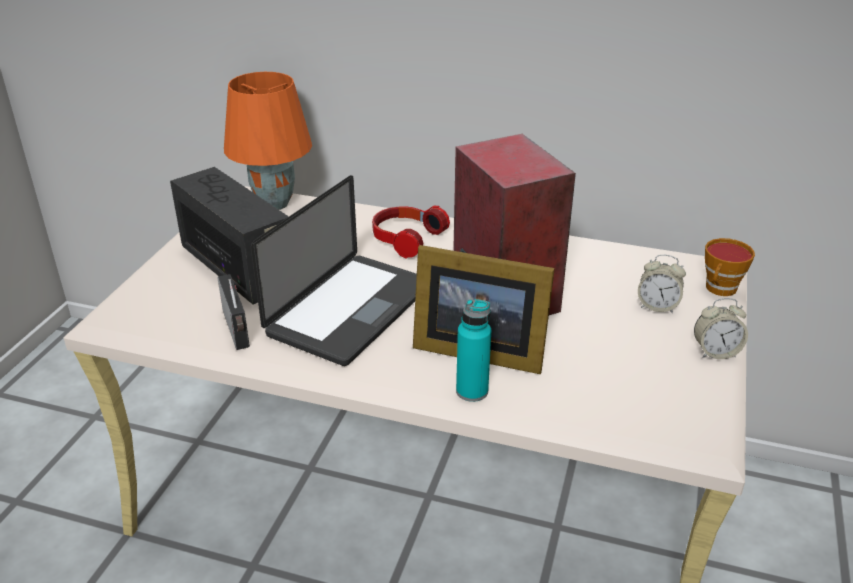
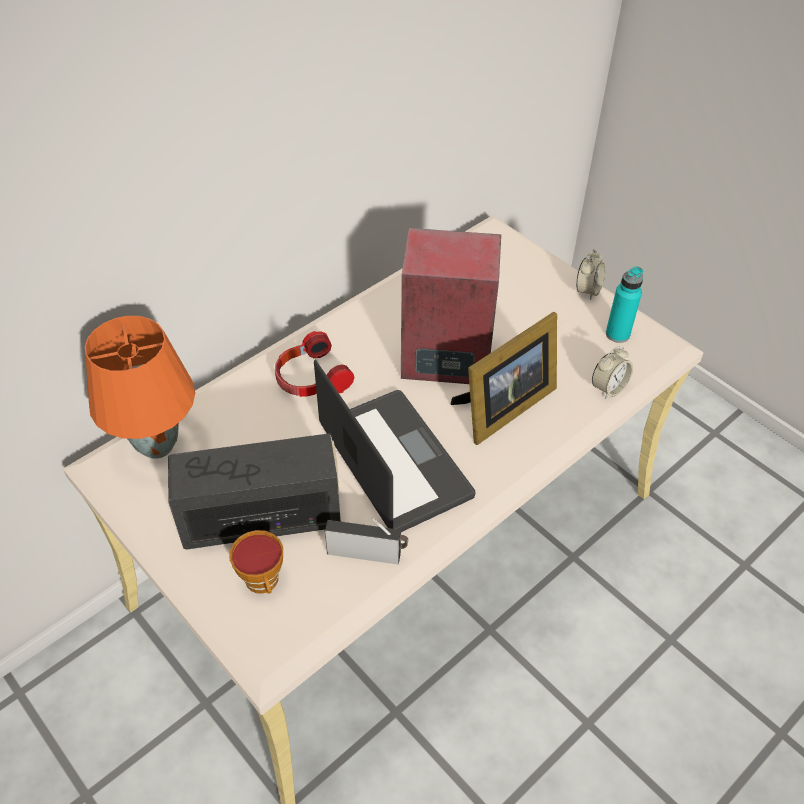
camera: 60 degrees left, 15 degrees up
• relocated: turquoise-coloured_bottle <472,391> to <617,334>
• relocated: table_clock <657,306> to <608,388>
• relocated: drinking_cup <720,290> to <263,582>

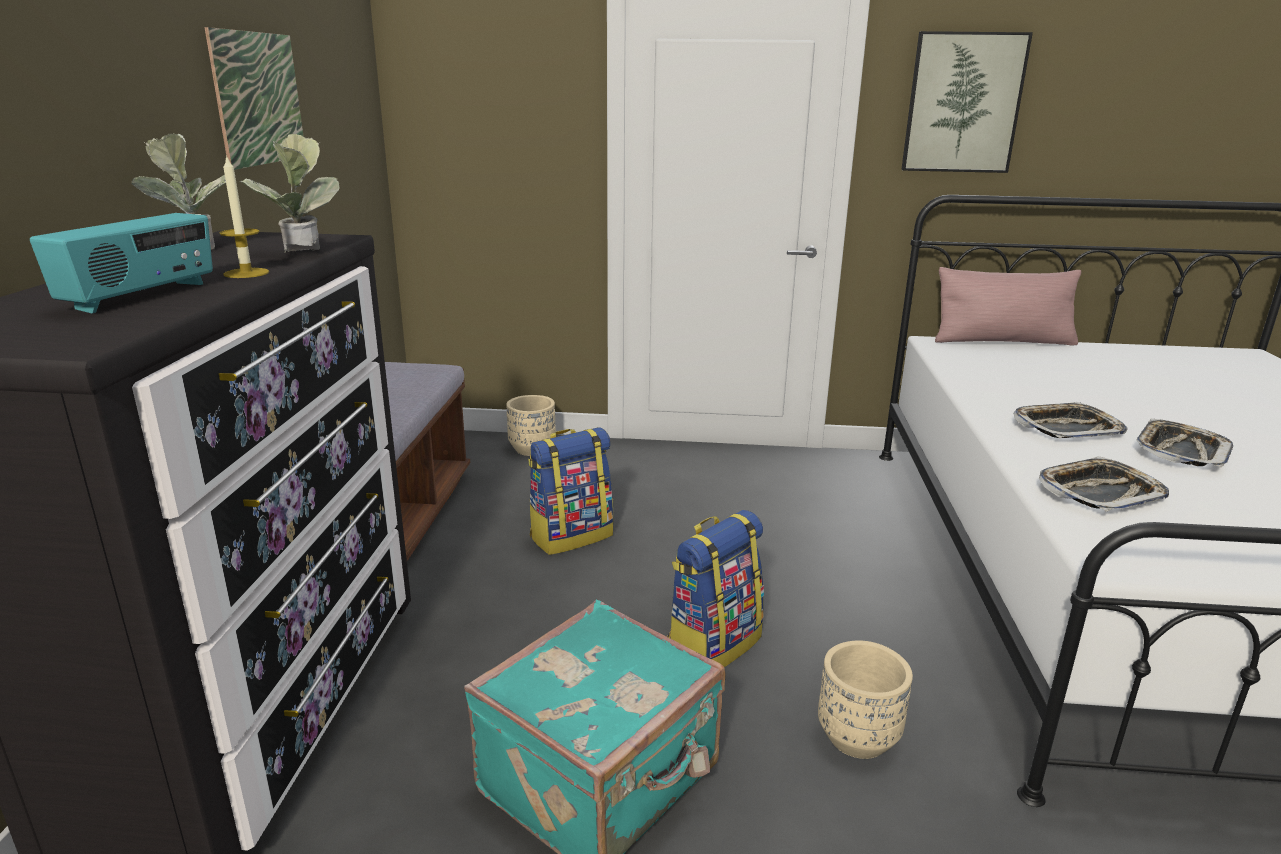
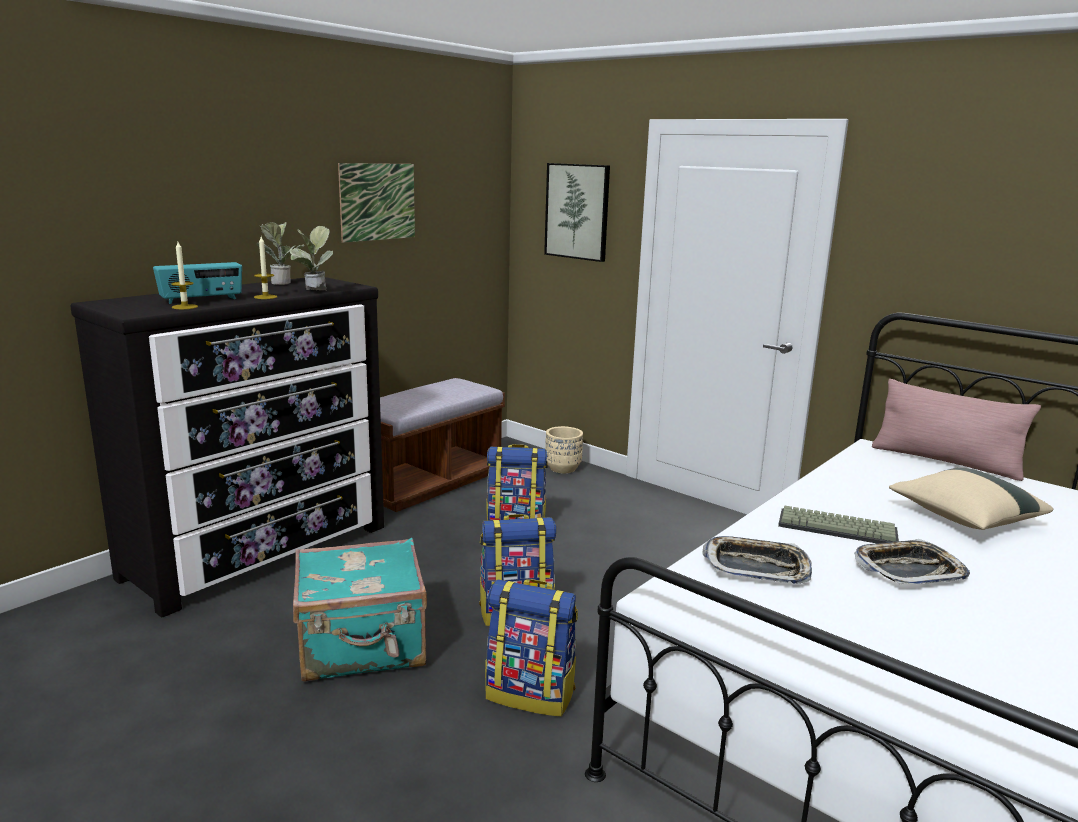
camera: 35 degrees right, 5 degrees down
• exchanged: sand-coloured_flower_pot <857,737> to knapsack <531,694>
• relocated: picture <963,103> to <577,211>
• exchanged: carrying_tray <1067,428> to keyboard <838,527>
• appeared: candle <184,307>
• appeared: sand-coloured_throw_pillow <964,518>

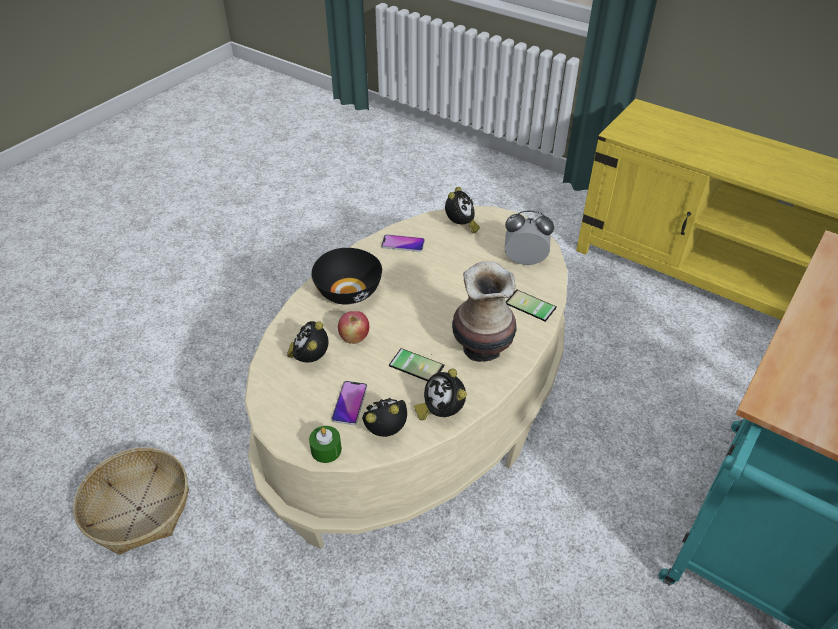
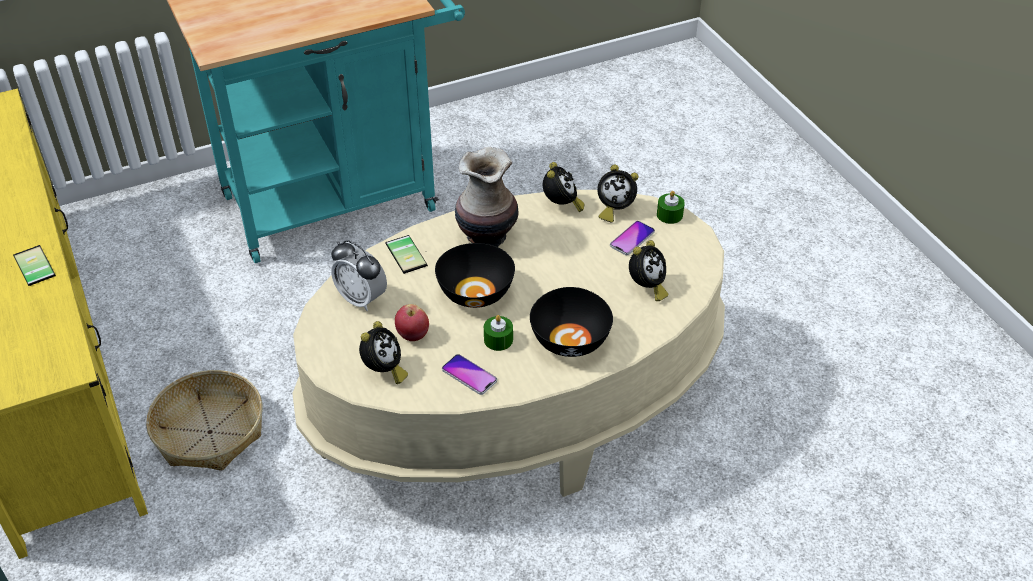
camera: 150 degrees left, 0 degrees up
• relocated: household_basket <138,509> to <210,432>
• relocated: apple <354,338> to <413,335>
• relocated: telephone <417,364> to <31,267>
• spun: table_clock <460,226> = <384,371> 150 degrees clockwise
• appeared: black_serving_bowl <476,292>
• appeared: green-coloured_candle <498,340>

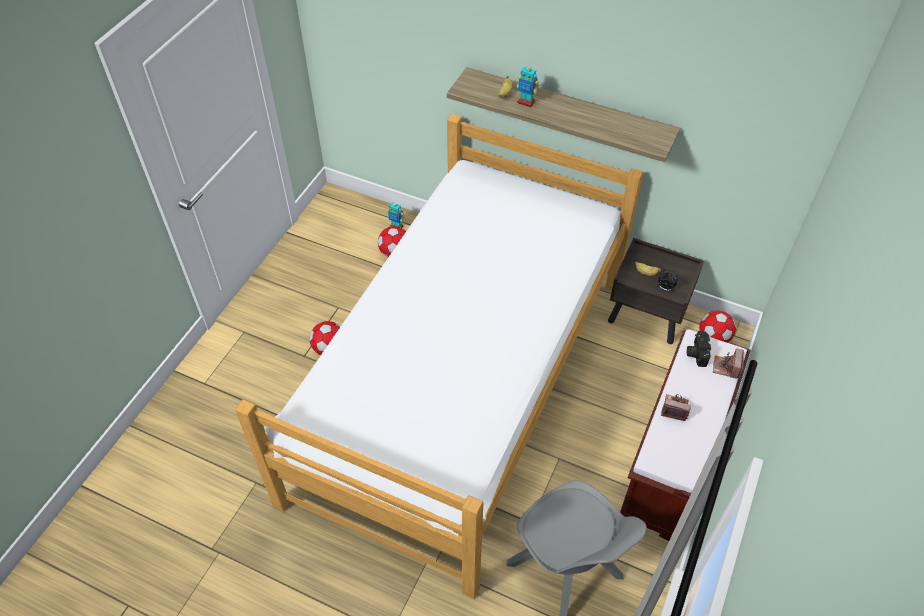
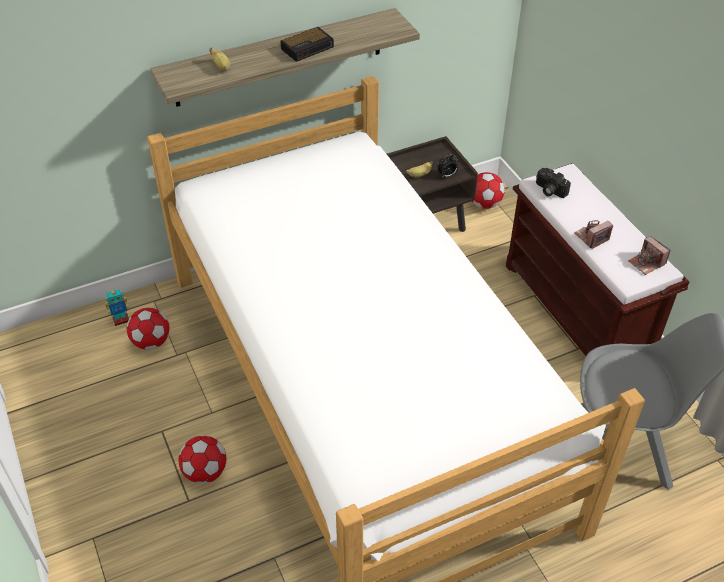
camera: 50 degrees left, 5 degrees down
• missing: model_robot <526,102>
• relocated: still_camera <726,367> to <646,263>
• appeared: table_clock <308,47>

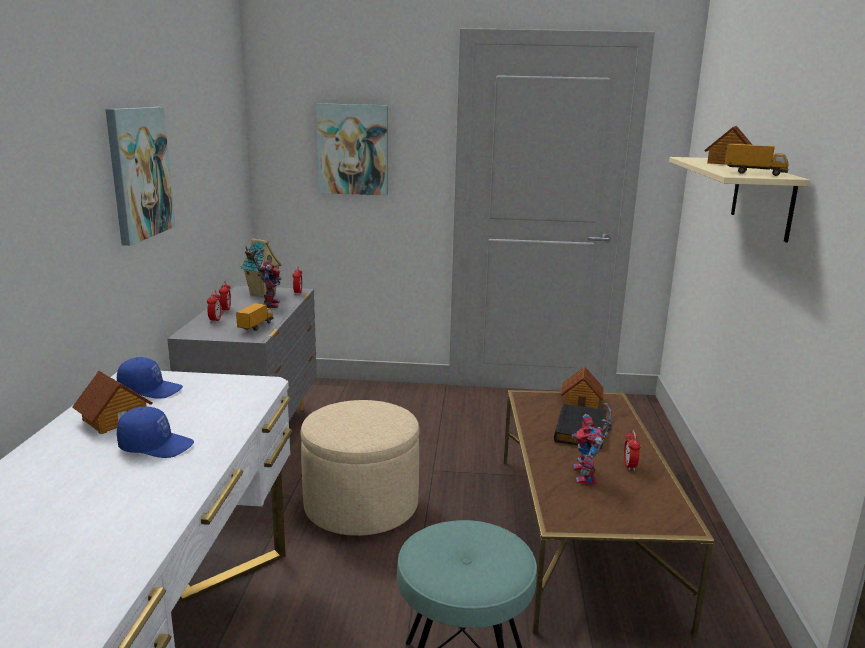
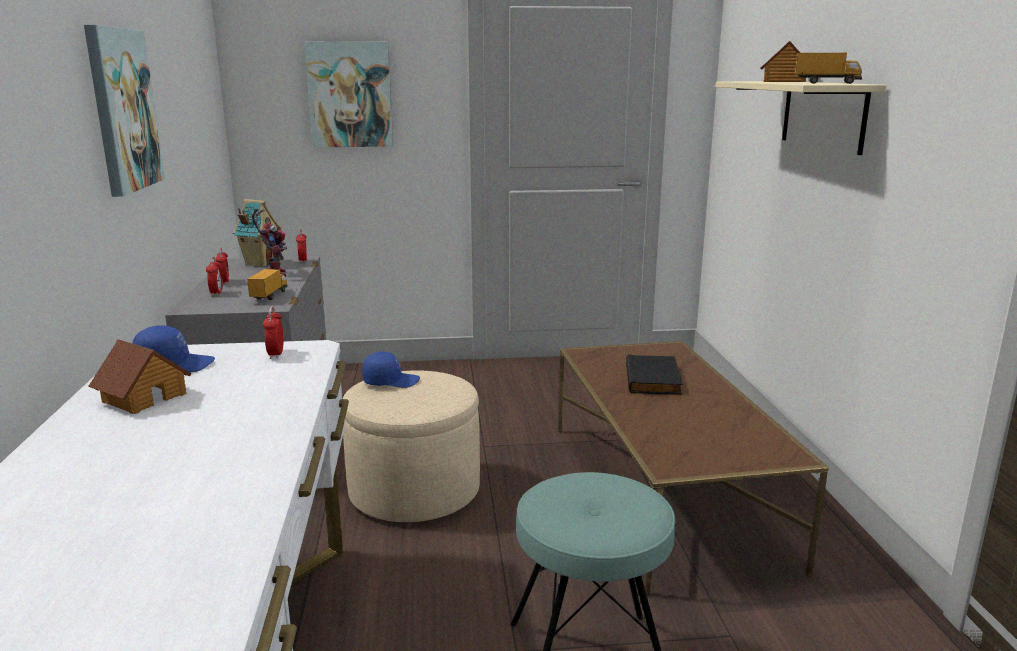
camera: 10 degrees left, 0 degrees up
• relocated: bluish_baseball_cap <156,445> to <391,381>
• missing: toy_house <581,400>
• missing: model_robot <588,478>
• relocated: table_clock <629,466> to <276,354>

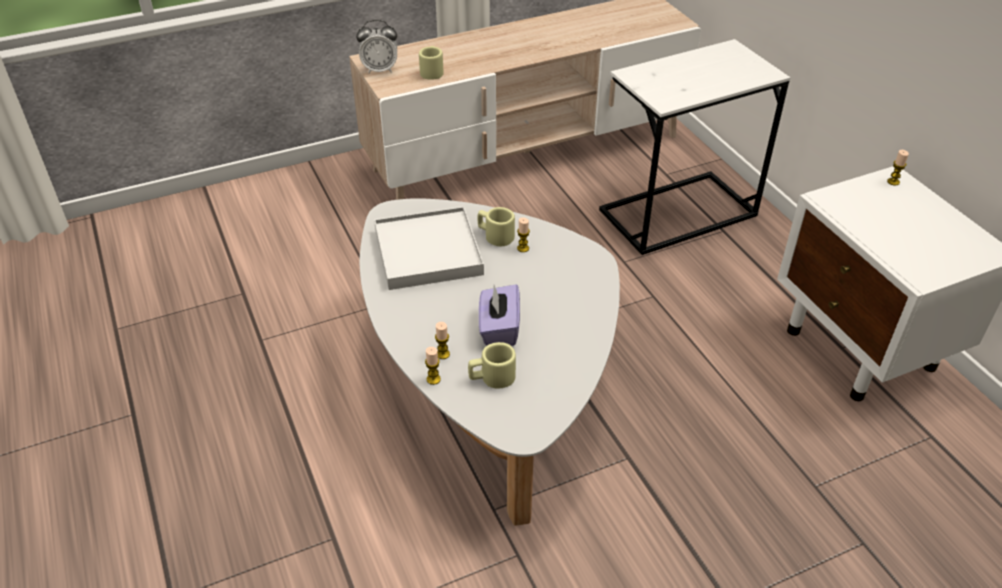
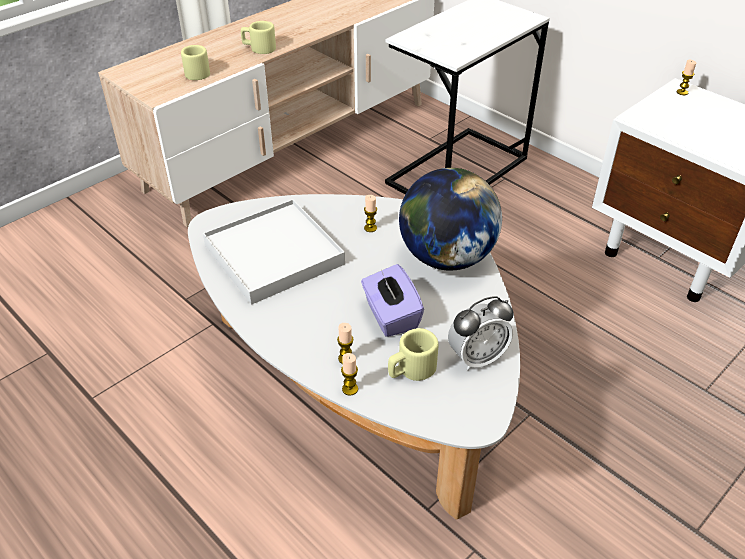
camera: 20 degrees left, 0 degrees up
• relocated: table_clock <380,70> to <477,358>
• relocated: sand-coloured_mug <495,235> to <259,48>
• appeared: globe <446,258>

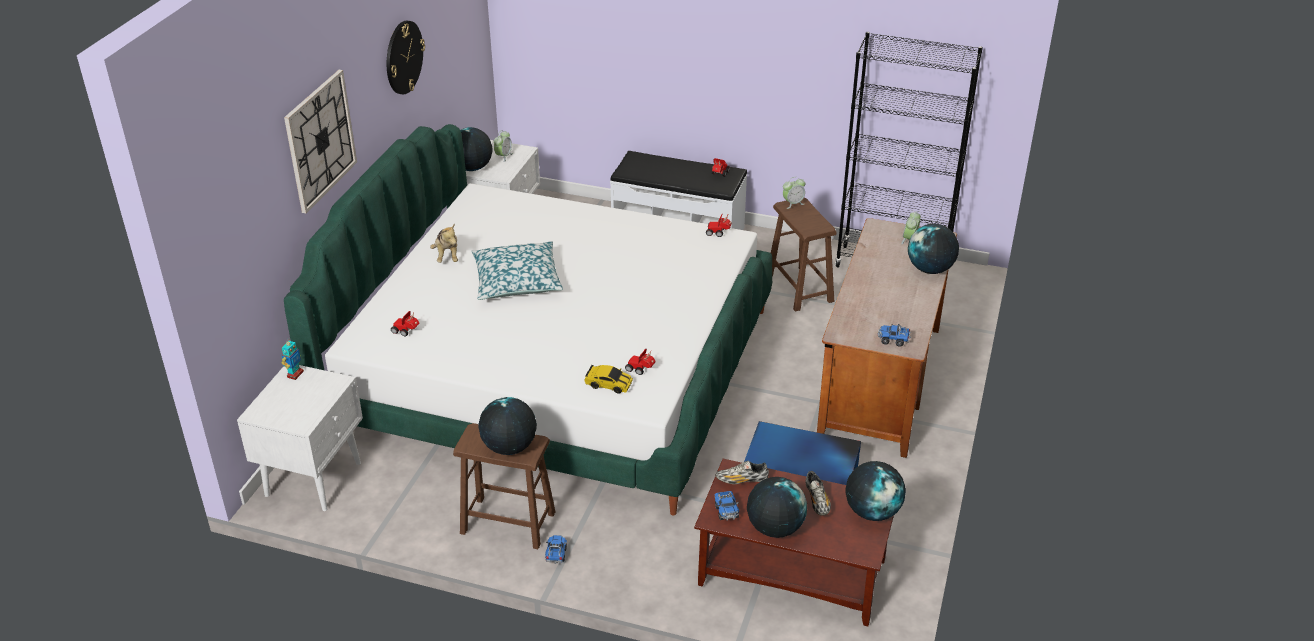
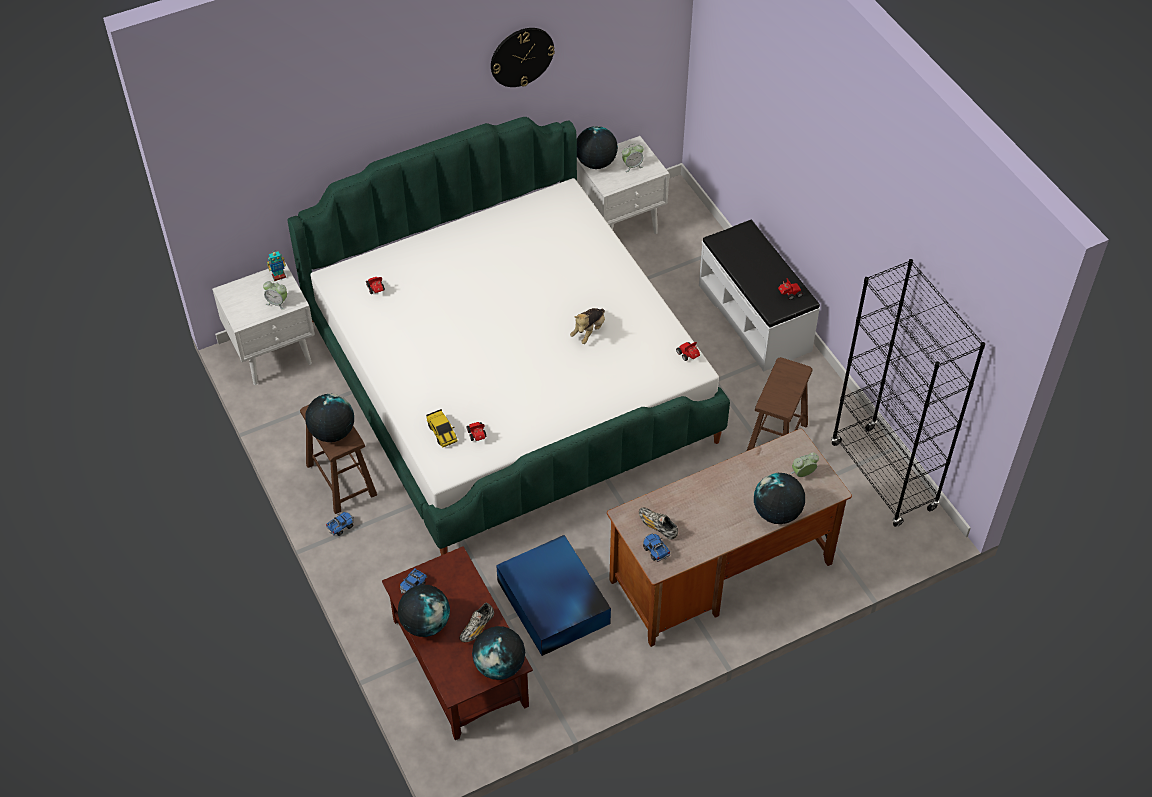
camera: 45 degrees right, 15 degrees up
• missing: wall_clock <320,140>
• relocated: soft_toy <447,256> to <589,331>
• missing: throw_pillow <517,281>
• relocated: shoe <742,480> to <657,526>
• relocated: table_clock <793,203> to <277,303>

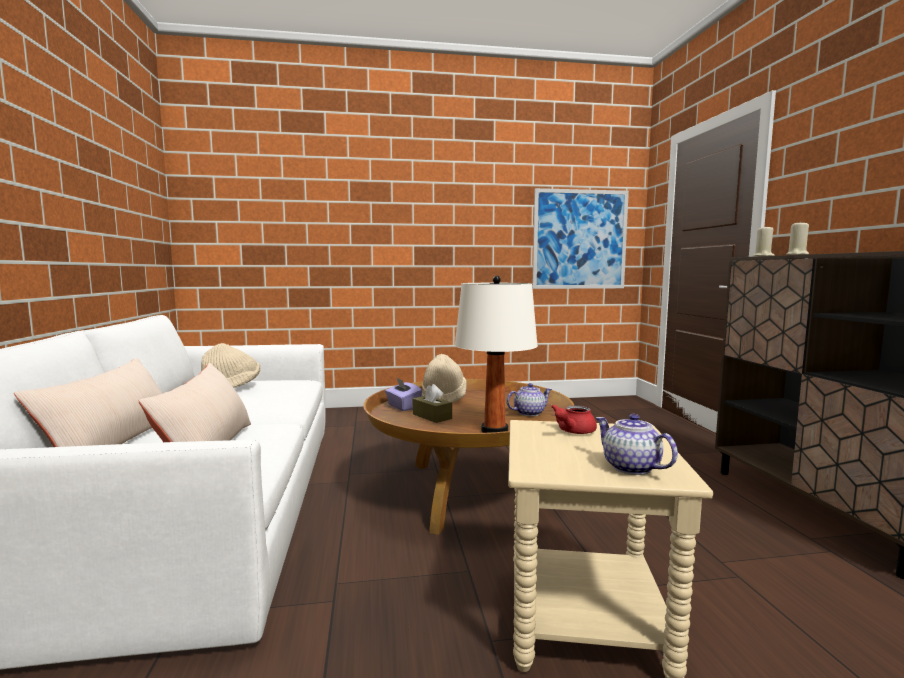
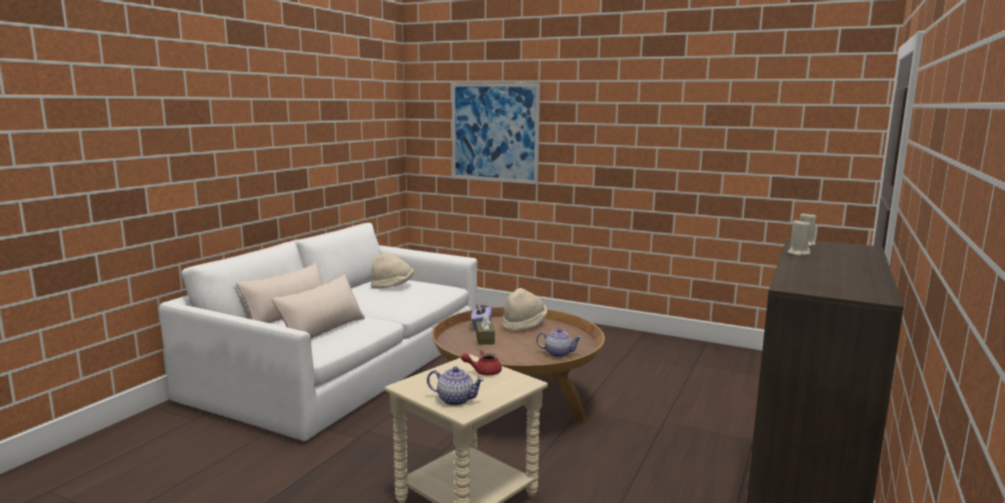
camera: 35 degrees right, 5 degrees up
• missing: white_tabletop_lamp <494,431>
• relocated: picture <580,239> to <494,132>
• spun: pot_for_tea <630,467> = <456,400> 105 degrees clockwise

